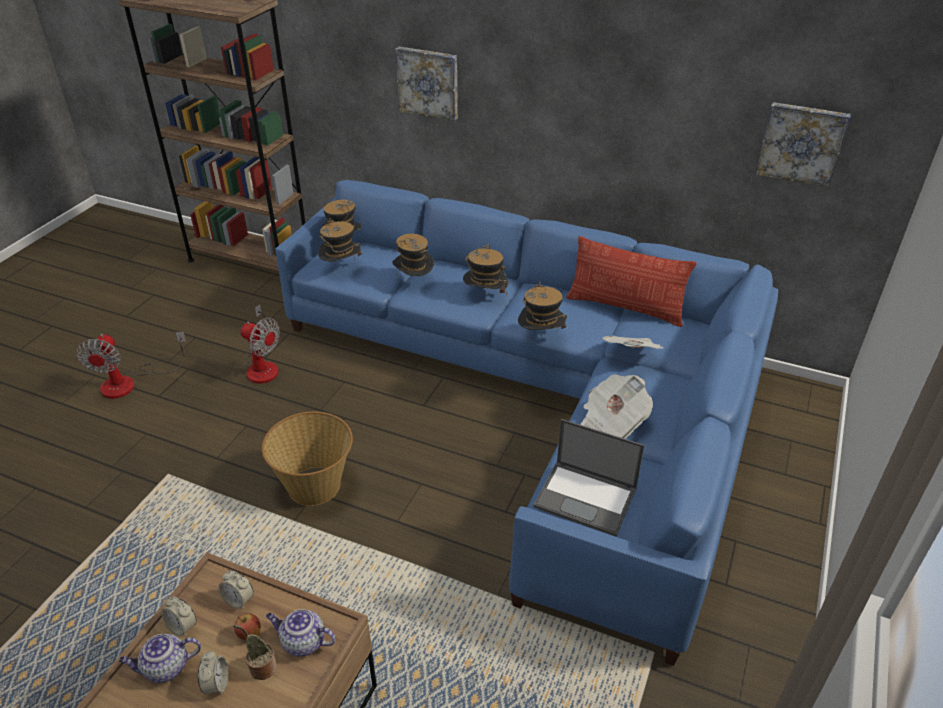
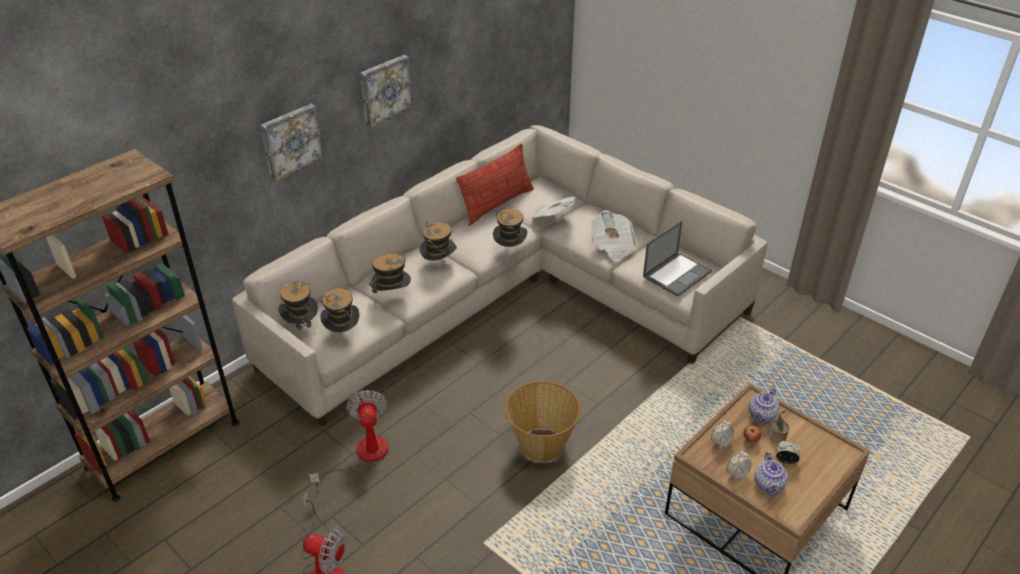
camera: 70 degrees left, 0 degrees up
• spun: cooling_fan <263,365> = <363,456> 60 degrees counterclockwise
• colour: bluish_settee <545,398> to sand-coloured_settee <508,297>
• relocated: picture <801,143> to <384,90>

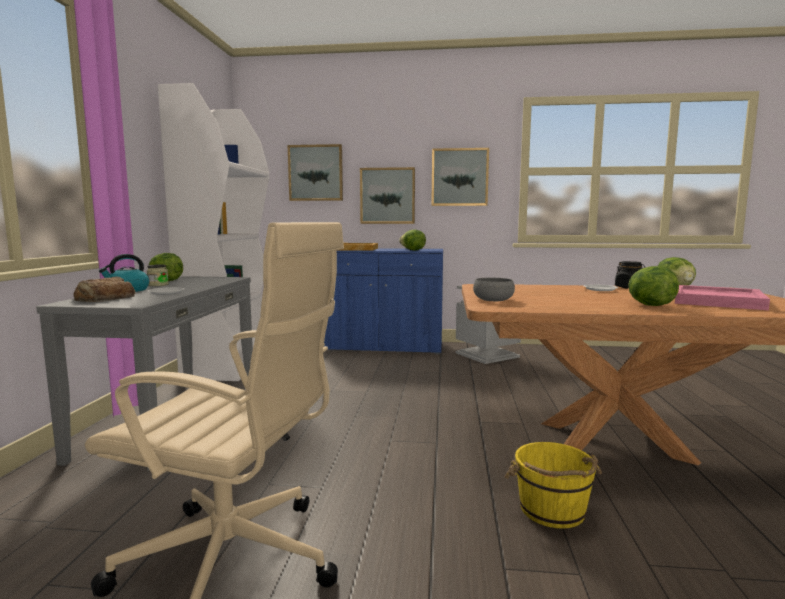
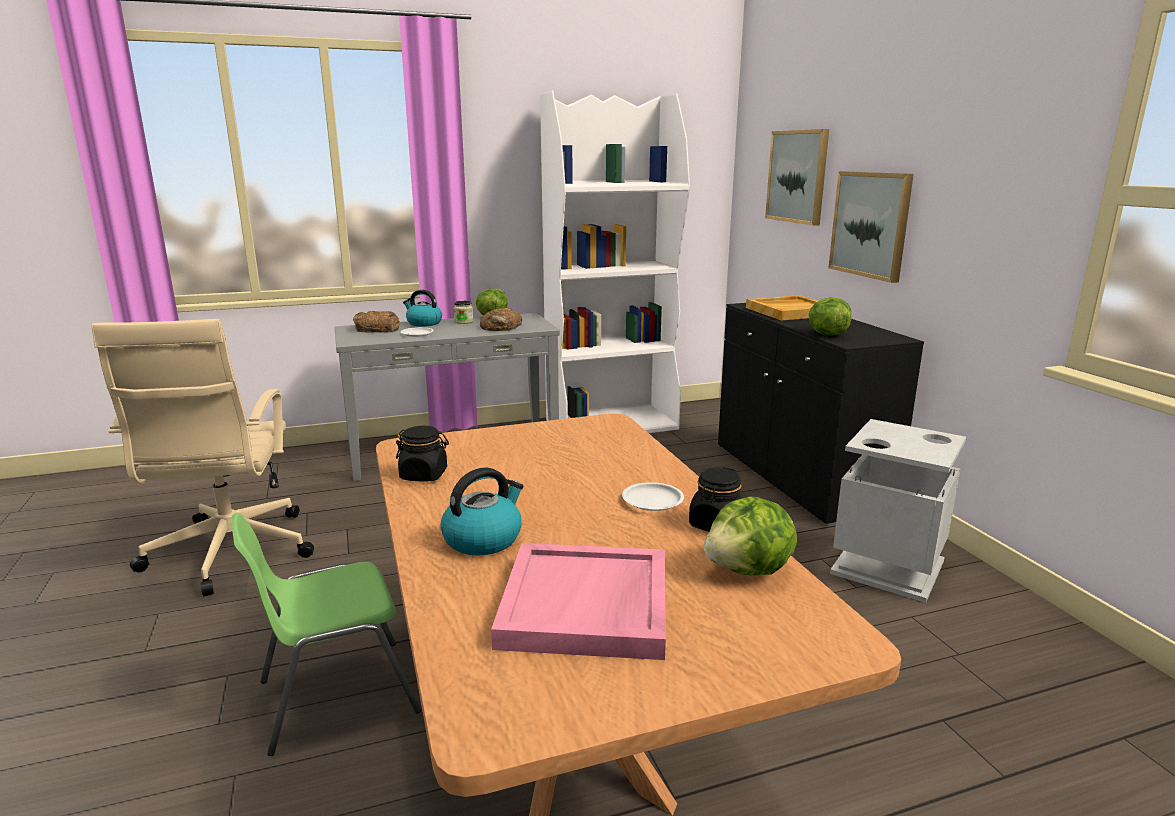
camera: 65 degrees right, 10 degrees up
• colour: bluish_storage_cabinet <381,347> to black_storage_cabinet <798,477>
• missing: picture <459,177>
• missing: gray_serving_bowl <493,299>
• exchanged: yellowish_pail <552,511> to green-coloured_chair <335,695>
• exchanged: head_of_lettuce <649,305> to kettle <483,539>
• appeared: black_preserve_jar <424,475>
• appeared: bakery_bread <502,326>

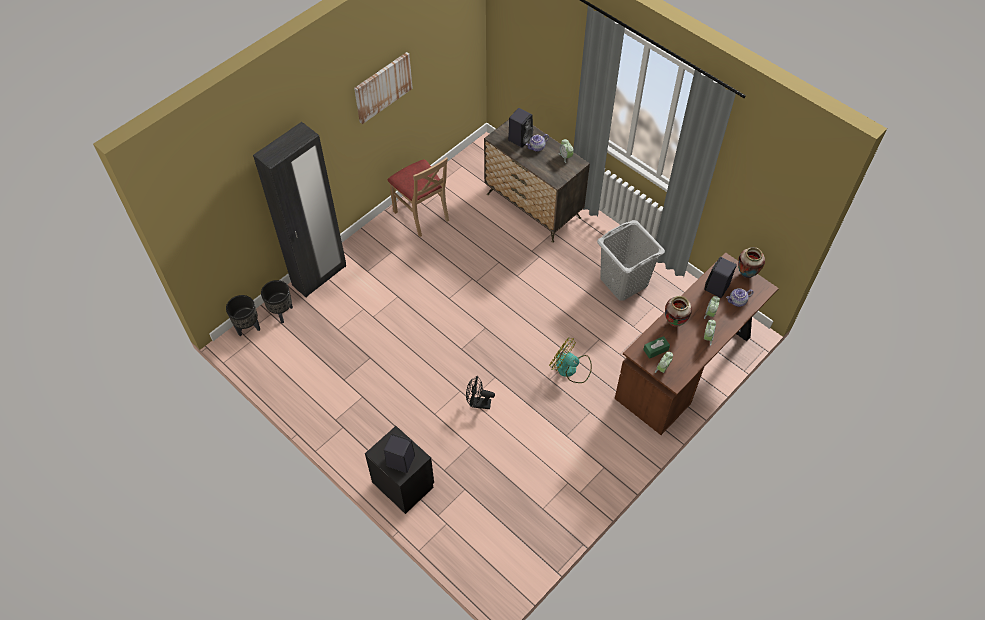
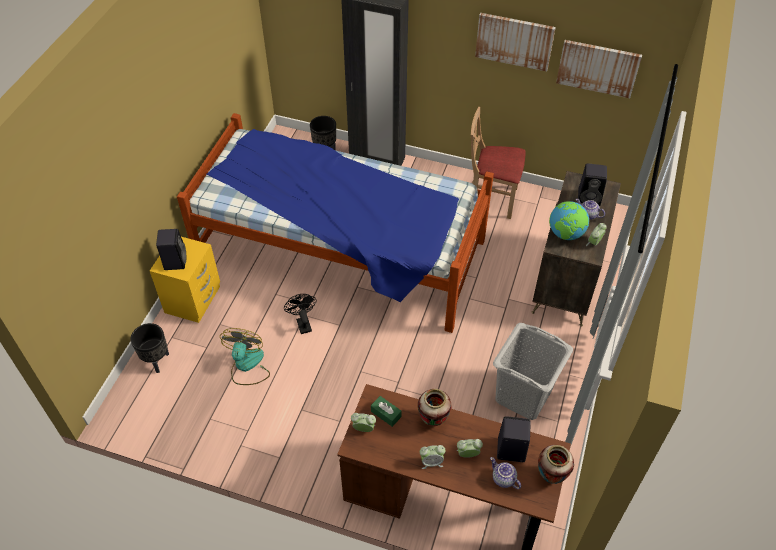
camera: 65 degrees right, 5 degrees down
• relocated: black_flower_pot <248,328> to <156,361>
• colour: black_nightstand <403,484> to yellowish_nightstand <193,299>
• spun: sand-coloured_chair <422,215> = <491,199> 75 degrees clockwise
• relocated: cooling_fan <571,368> to <247,366>
• appeared: bedroom_bed <341,252>
• appeared: globe <566,234>
• appeared: picture <598,68>

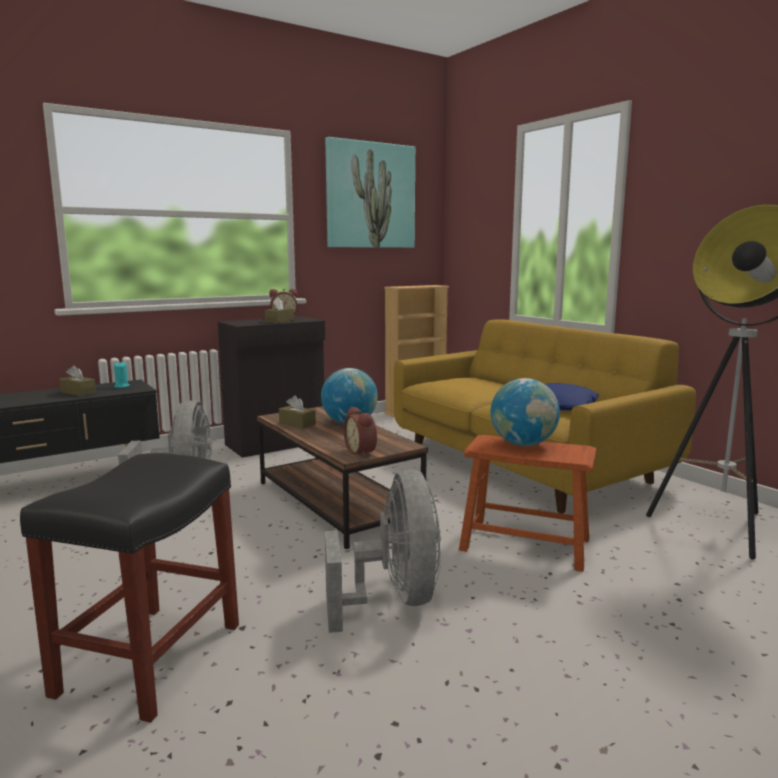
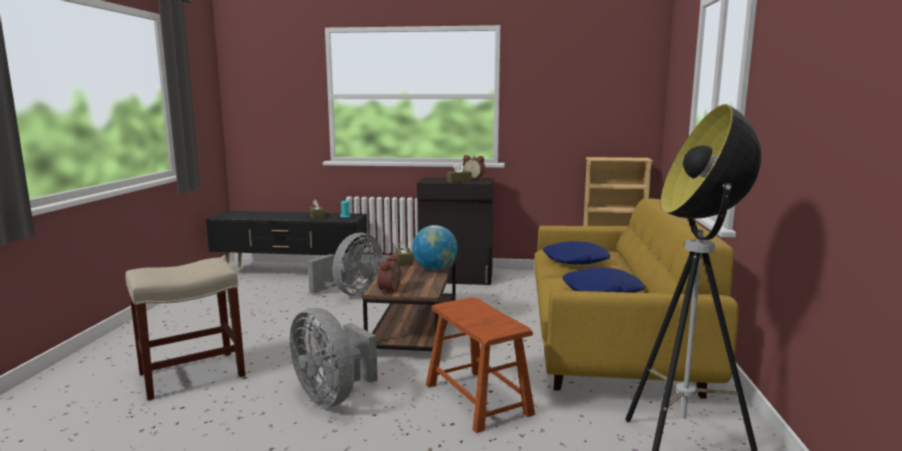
camera: 40 degrees right, 0 degrees up
• colour: black_sitting_stool <149,660> to sand-coloured_sitting_stool <190,375>
• missing: picture <370,196>
• spun: gray_cooling_fan <394,600> = <332,396> 105 degrees clockwise
• missing: globe <523,444>
• appeared: bluish_throw_pillow <575,260>

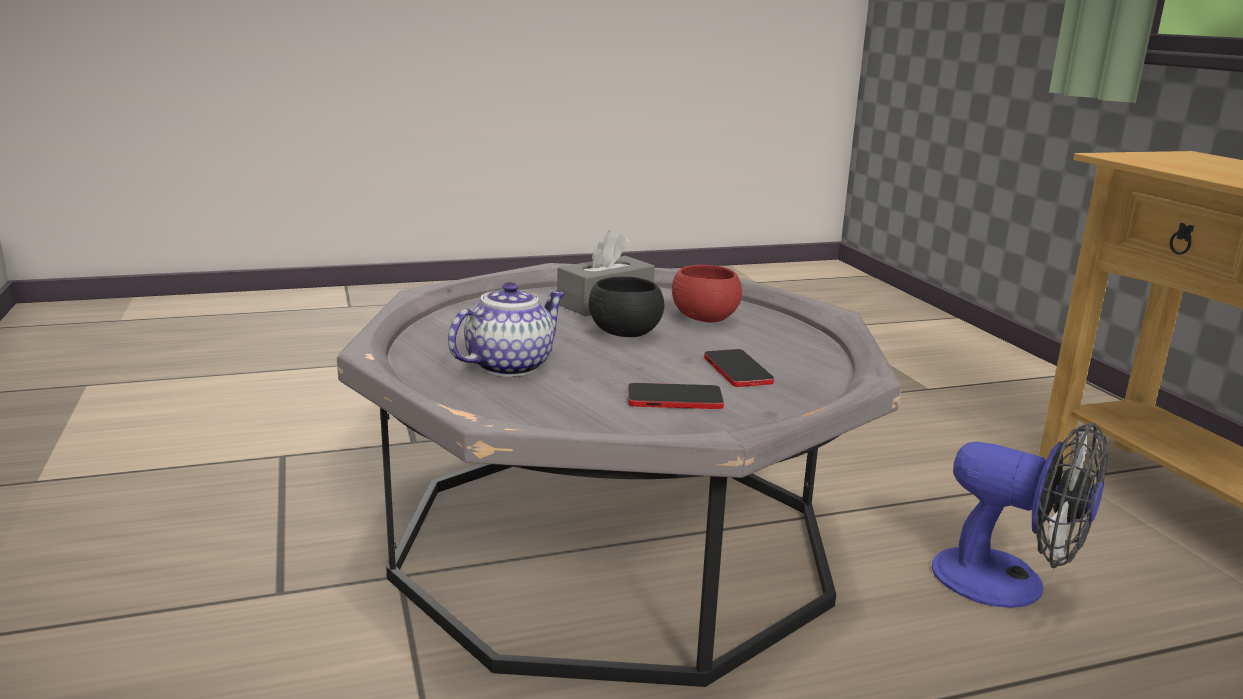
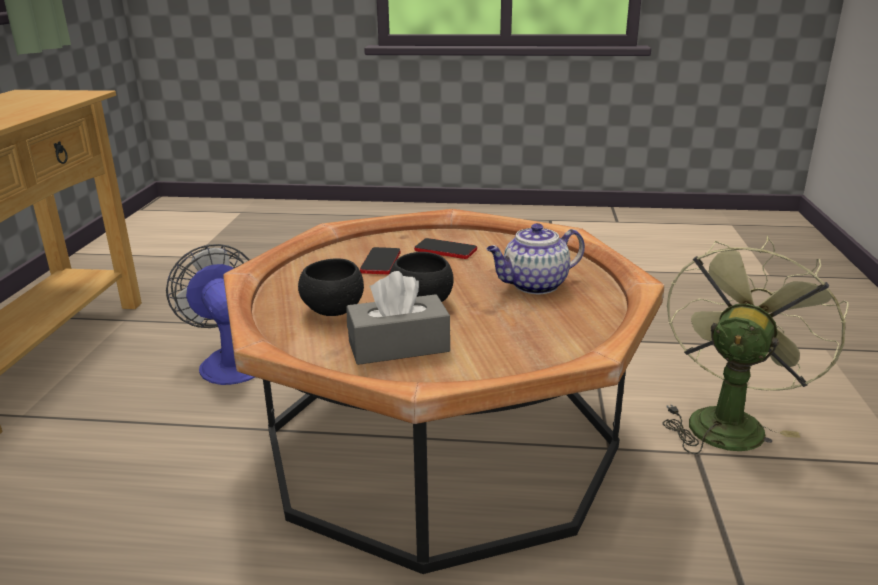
camera: 155 degrees left, 5 degrees up
• colour: gray_lounge_table <614,543> to brown_lounge_table <440,439>
• colour: red_serving_bowl <704,319> to black_serving_bowl <333,311>
• appeared: green-coloured_cooling_fan <727,420>

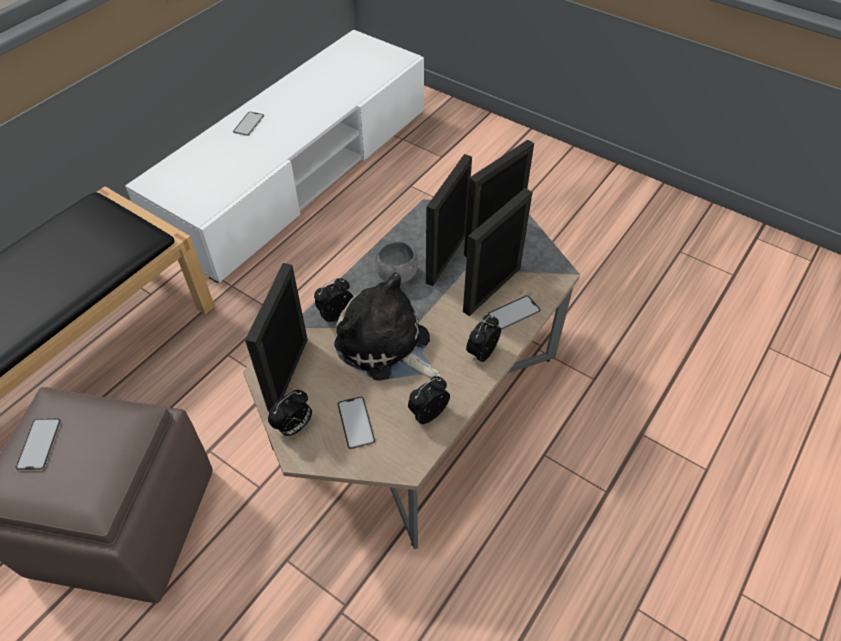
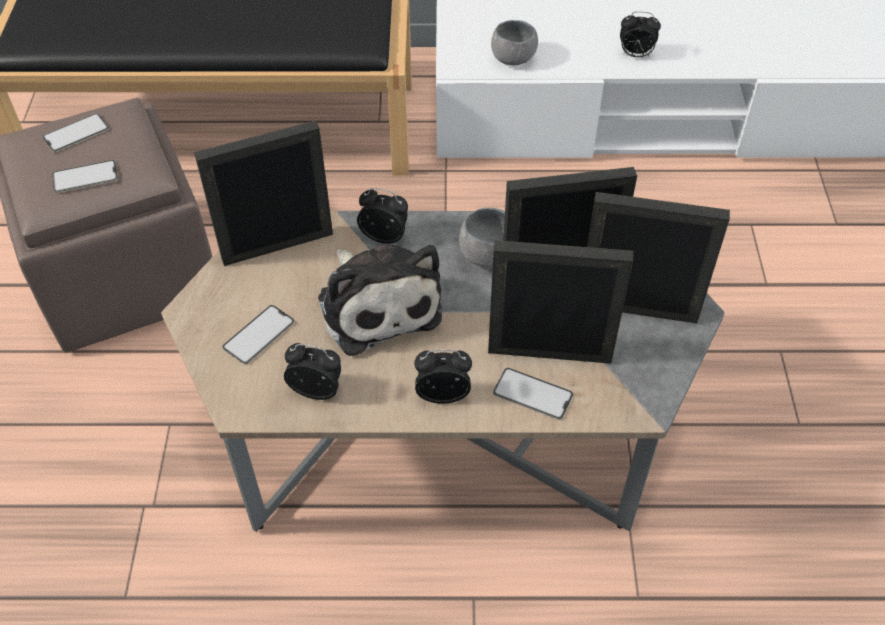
camera: 55 degrees right, 0 degrees up
• relocated: telephone <248,124> to <85,177>
• relocated: table_clock <294,427> to <635,55>
• spun: soft_toy <386,347> = <377,304> 150 degrees clockwise
• appeared: gray_serving_bowl <513,58>

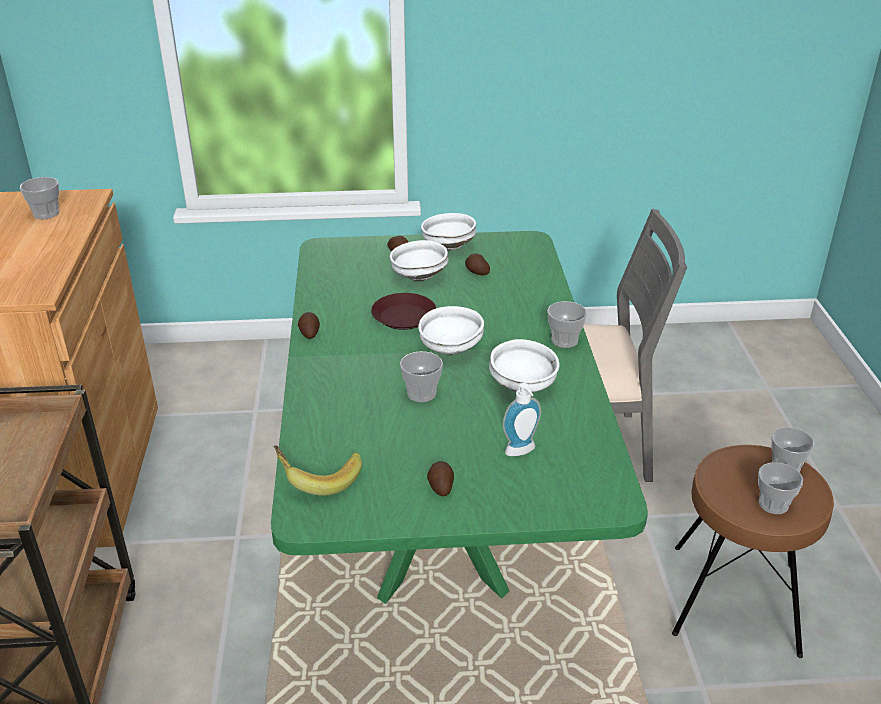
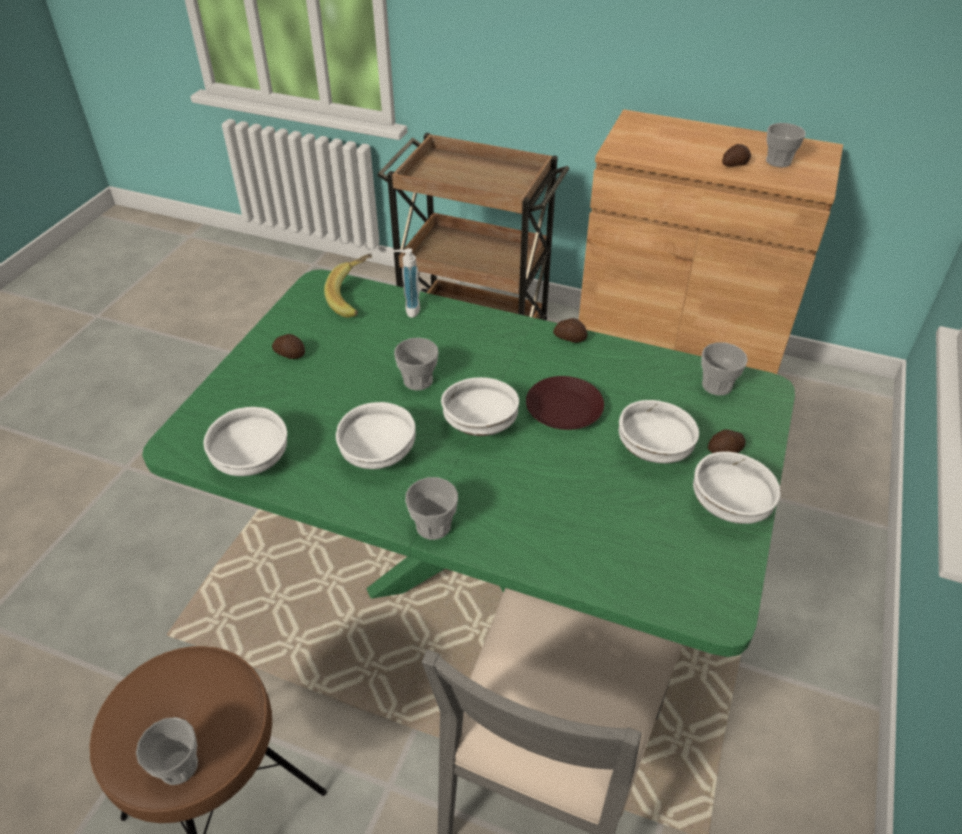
camera: 115 degrees right, 10 degrees up
• relocated: spud <476,272> to <734,164>
• relocated: soap_dispenser <522,452> to <409,309>
• relocated: drinking_cup <773,504> to <717,385>
• appeared: white_serving_bowl <251,461>

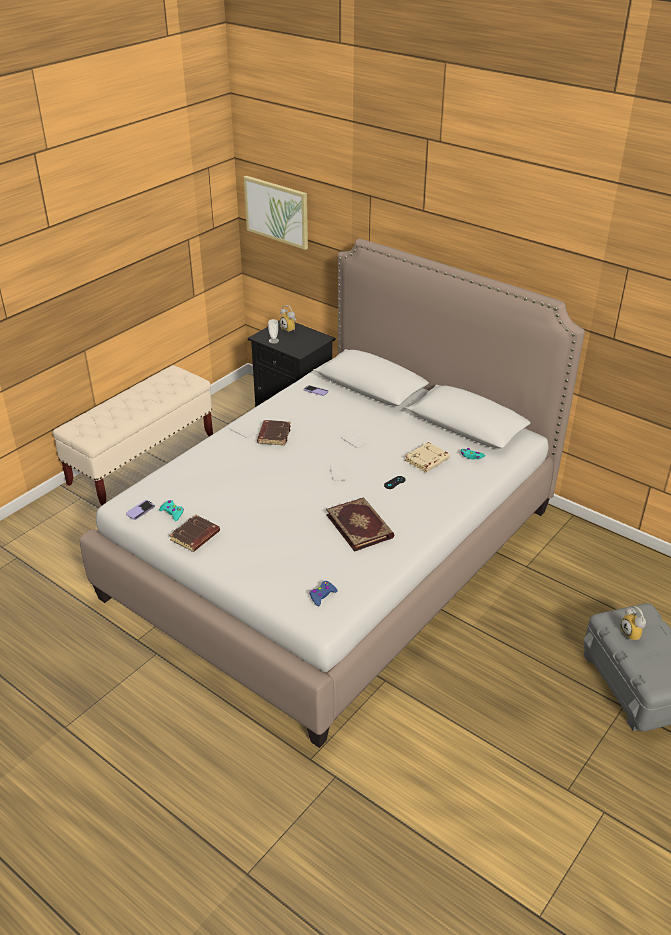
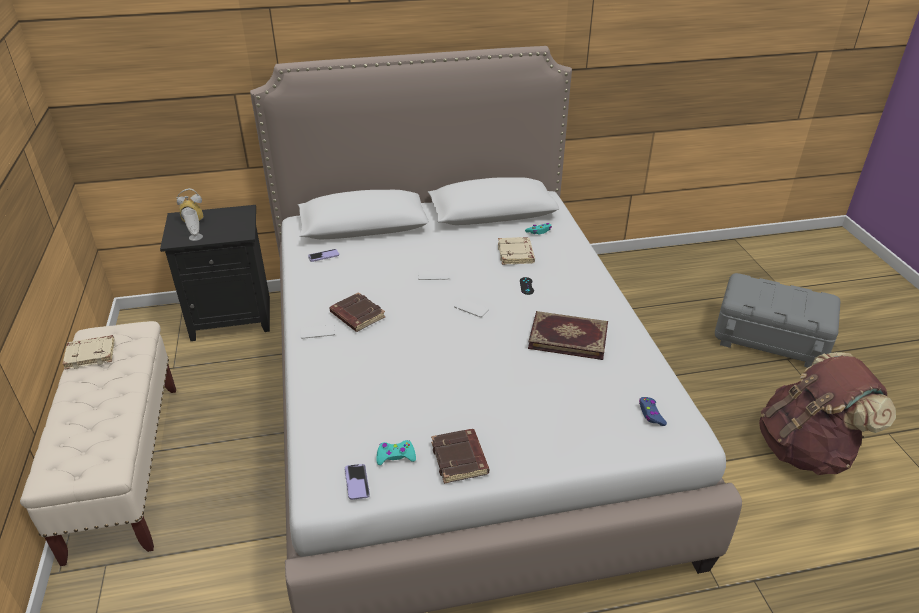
camera: 50 degrees left, 0 degrees up
• missing: picture <277,211>
• missing: table_clock <633,634>
• appeared: sand-coloured_volume <91,354>
• appeared: brown_knapsack <806,449>

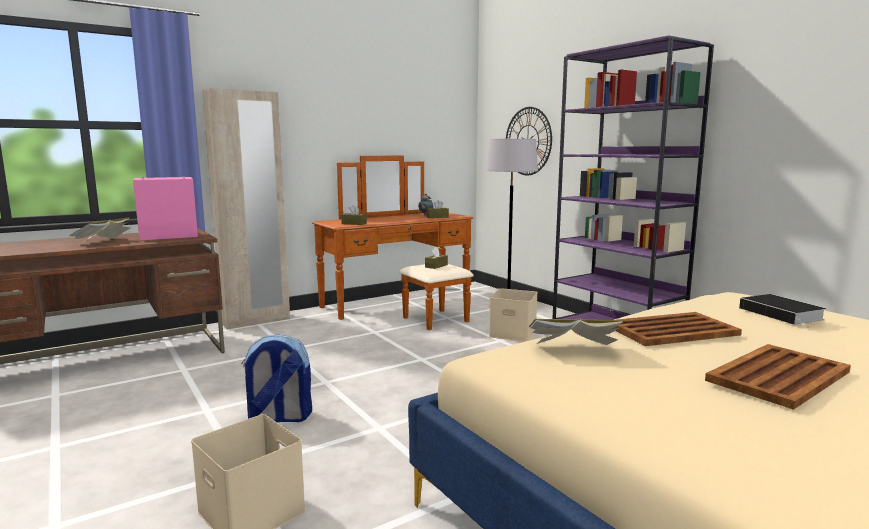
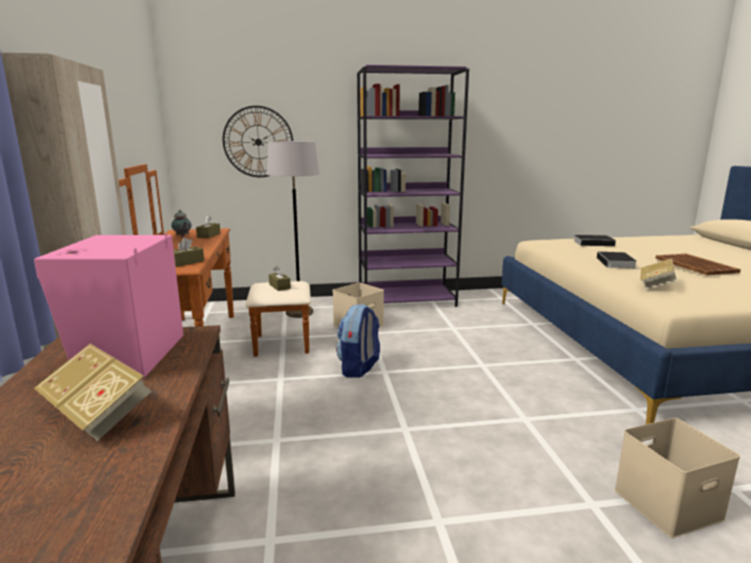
camera: 65 degrees left, 5 degrees up
• relocated: knapsack <278,418> to <359,368>
• exchanged: brown_carrying_tray <673,330> to volume <616,263>

